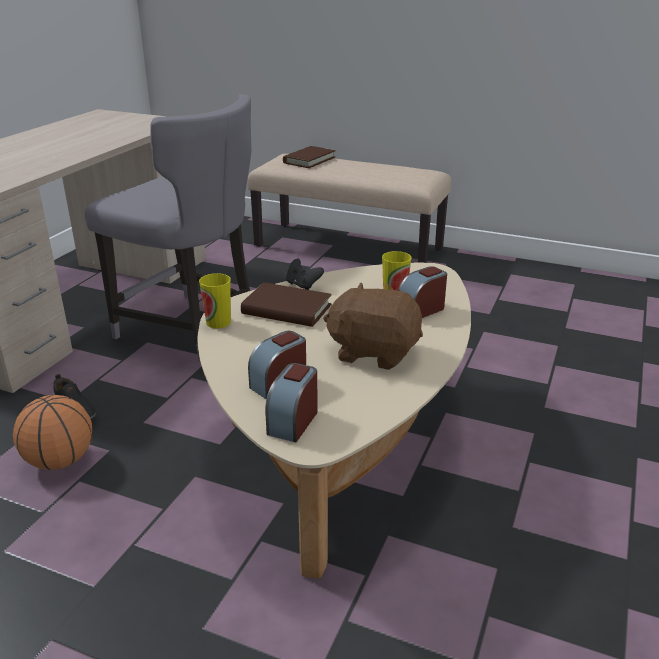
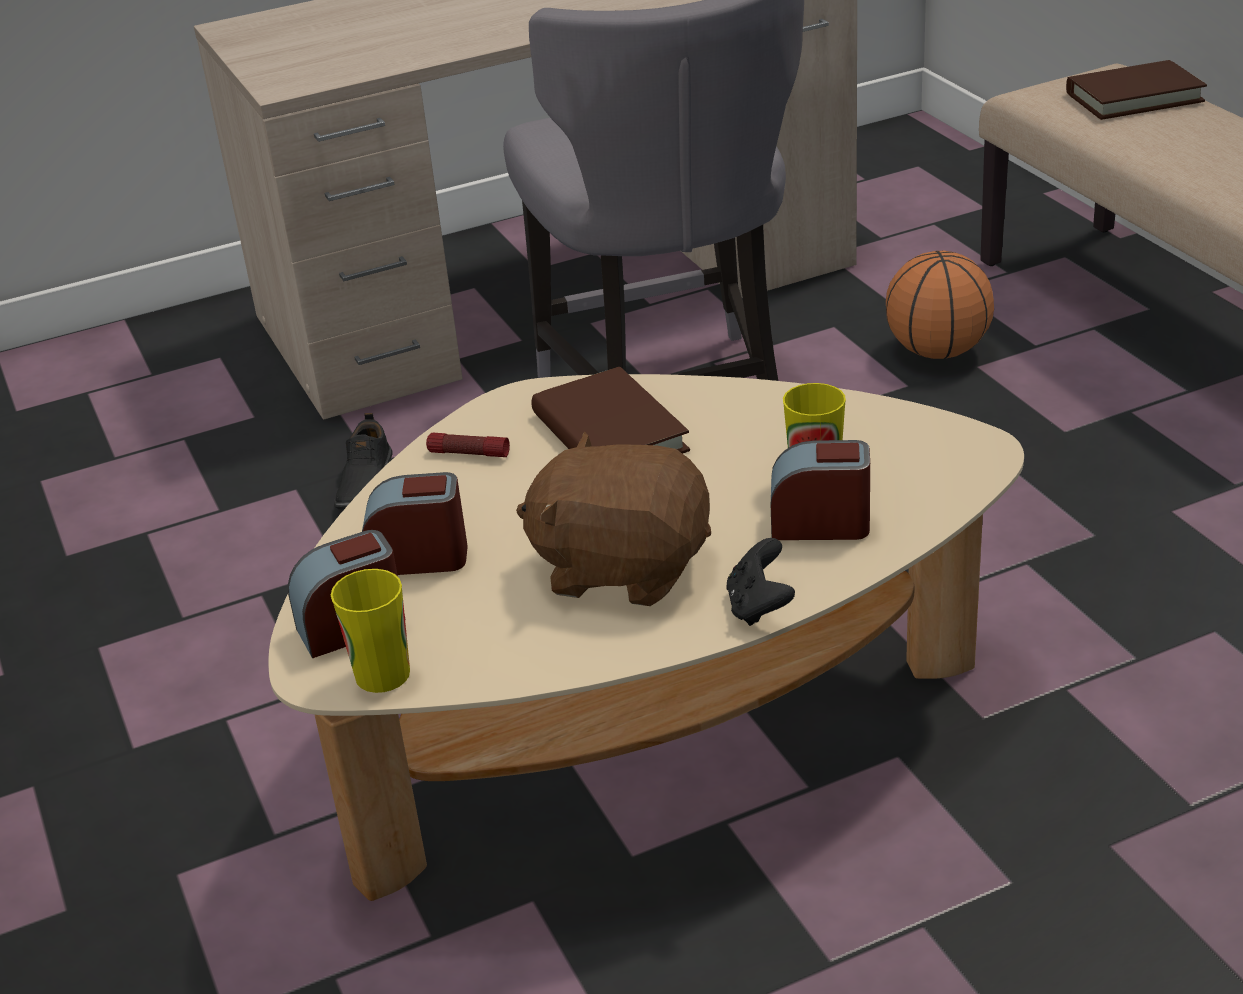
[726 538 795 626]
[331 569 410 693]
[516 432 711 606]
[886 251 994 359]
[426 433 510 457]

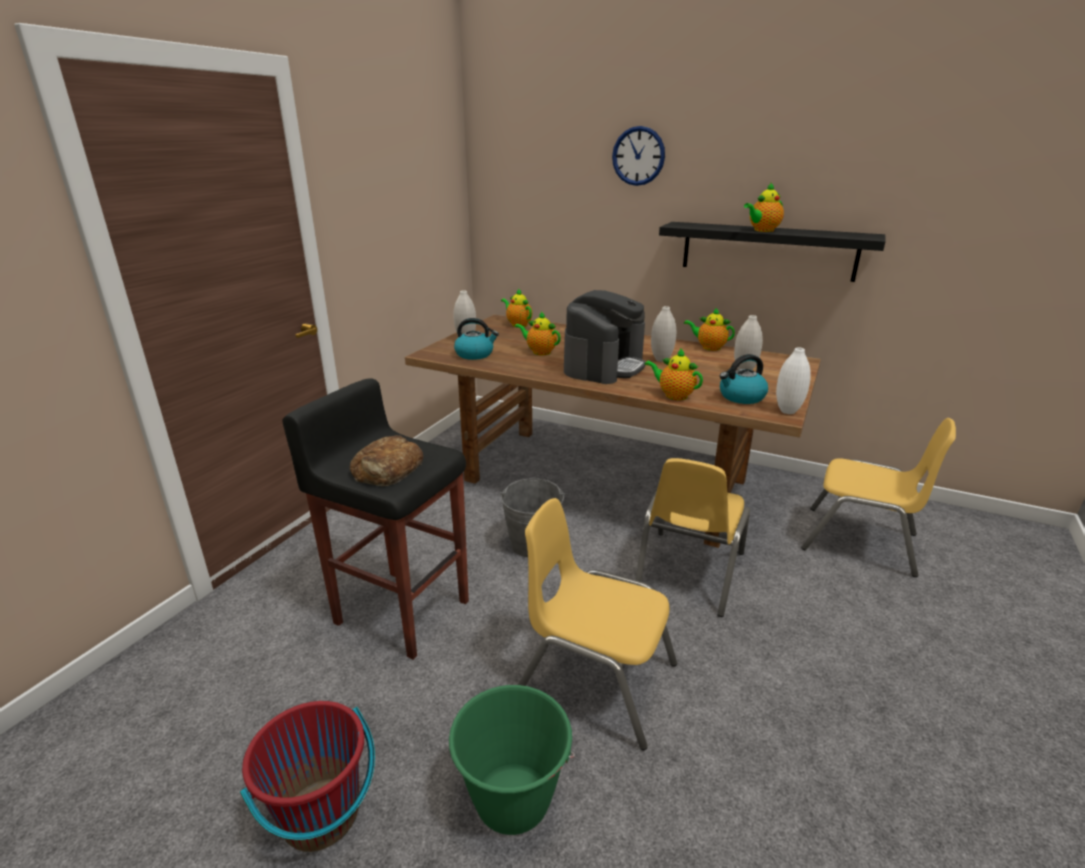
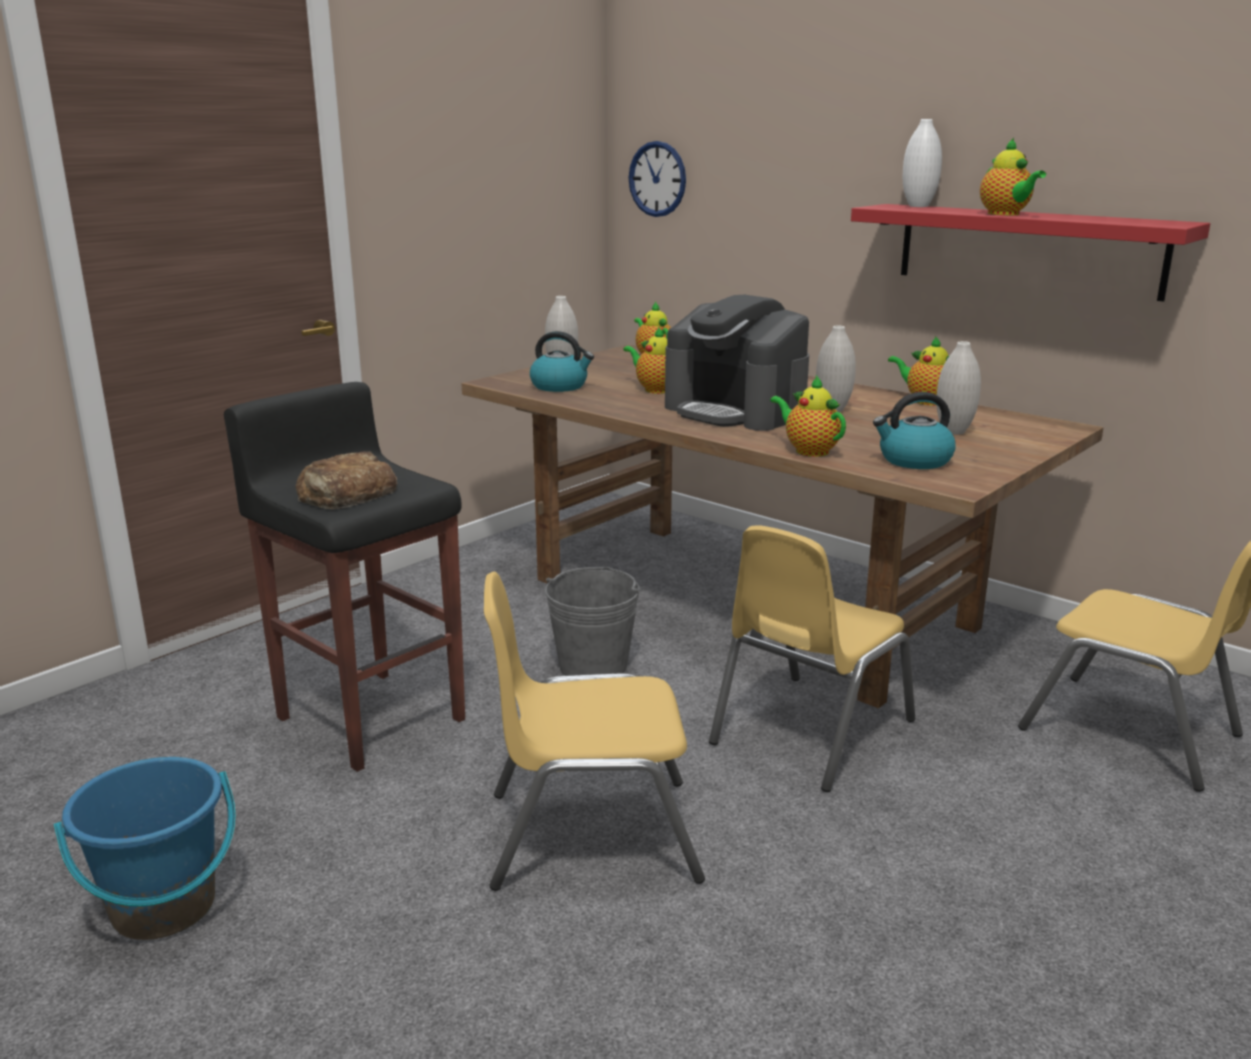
[629 141 686 217]
[980 138 1046 215]
[851 204 1210 302]
[665 295 809 431]
[903 119 942 207]
[484 572 705 891]
[449 685 575 835] (first image)
[54 757 235 940]

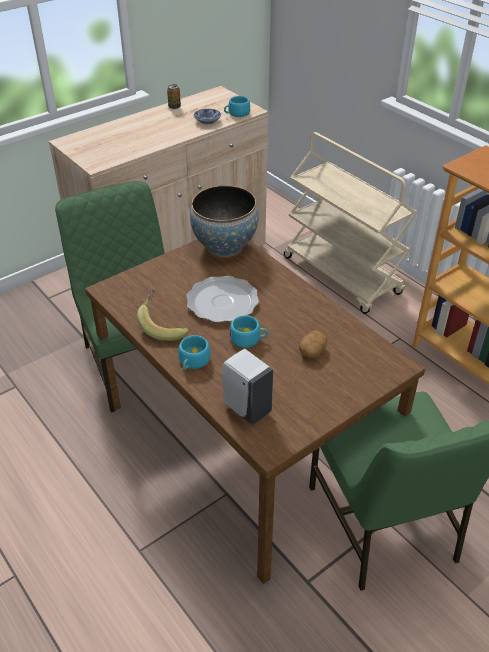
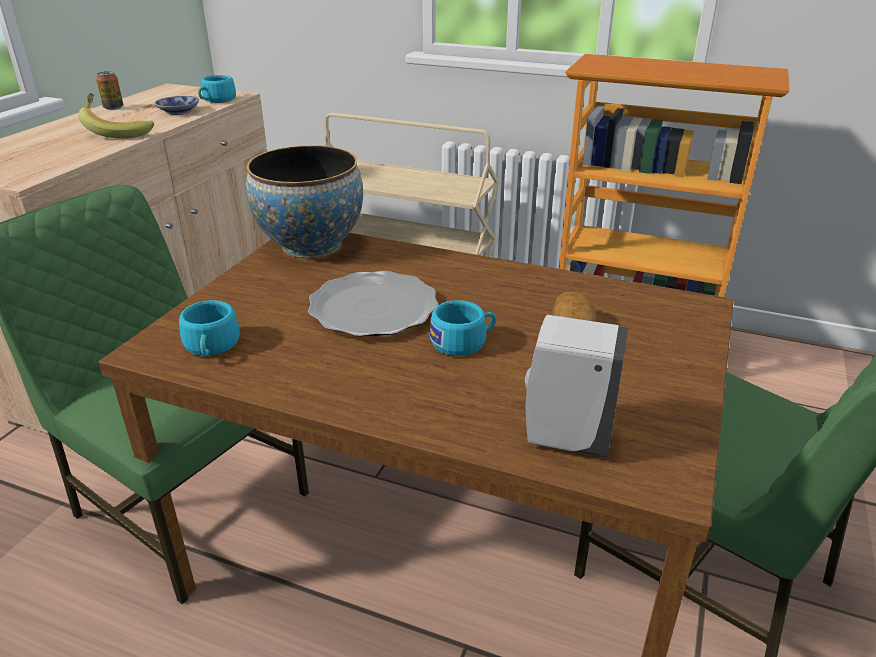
[78 93 154 138]
[179 300 240 357]

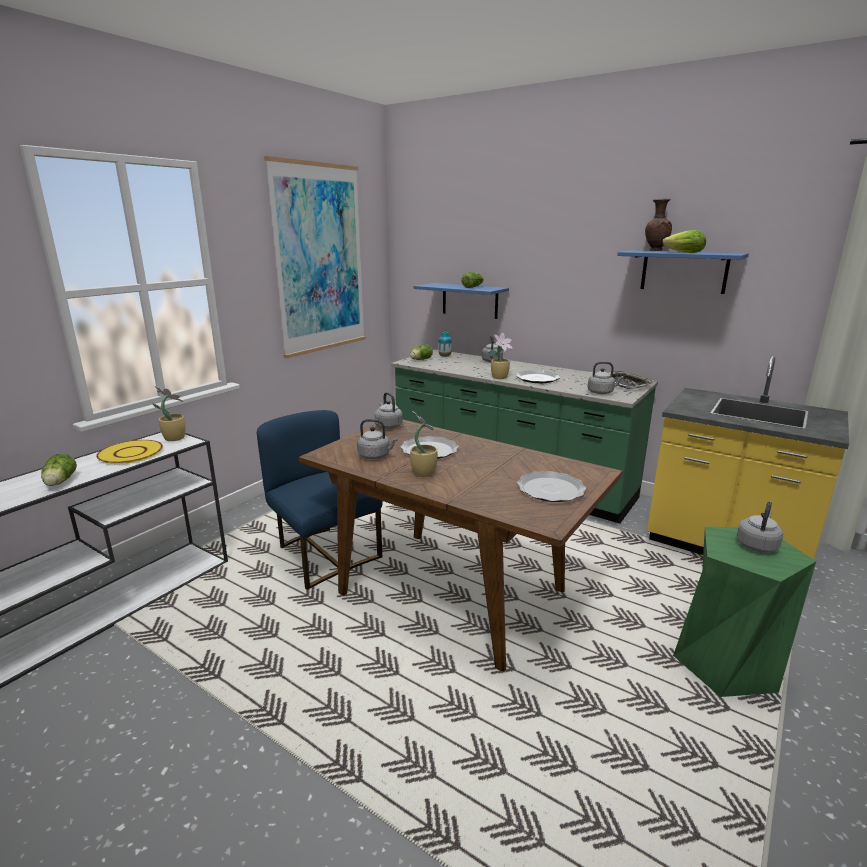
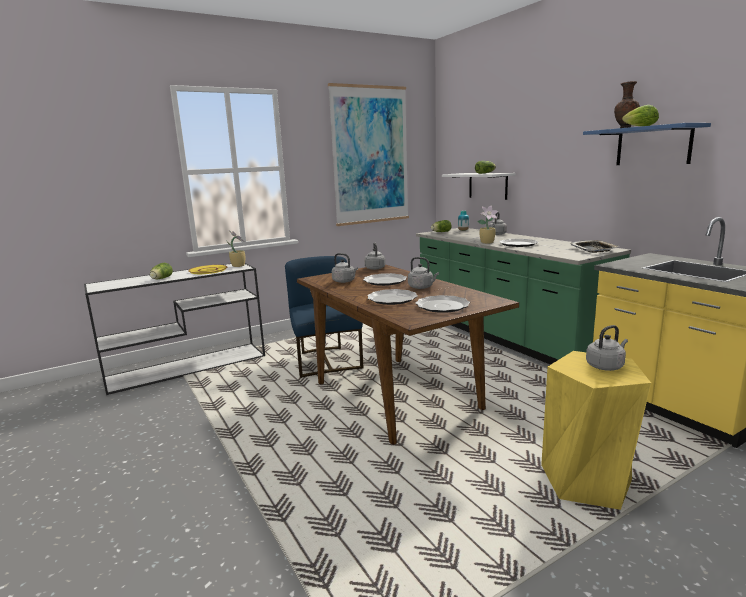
[442 173 516 200]
[408 257 439 289]
[408 411 440 477] (first image)
[541 351 651 510]
[367 289 417 305]

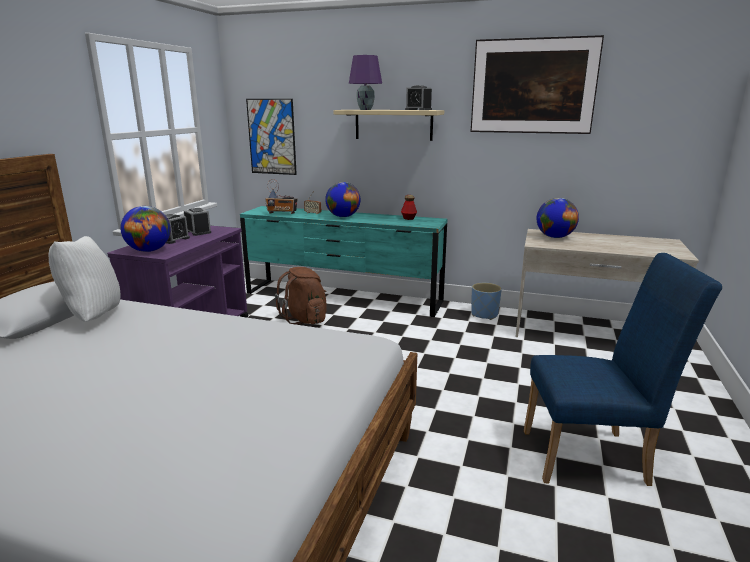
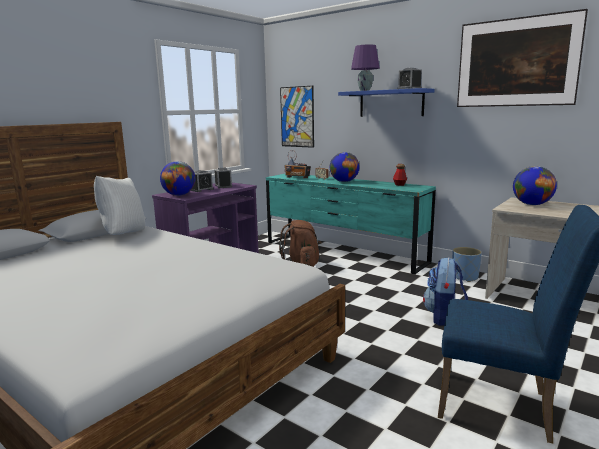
[338 88 435 117]
[423 257 468 326]

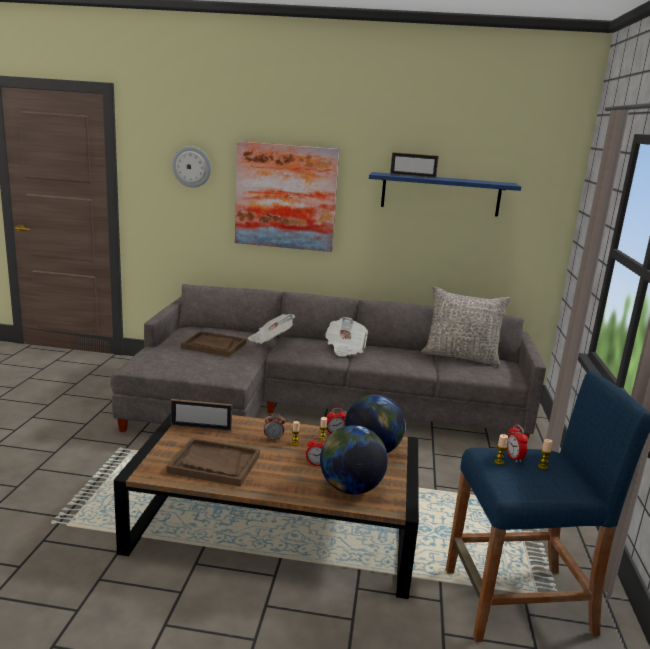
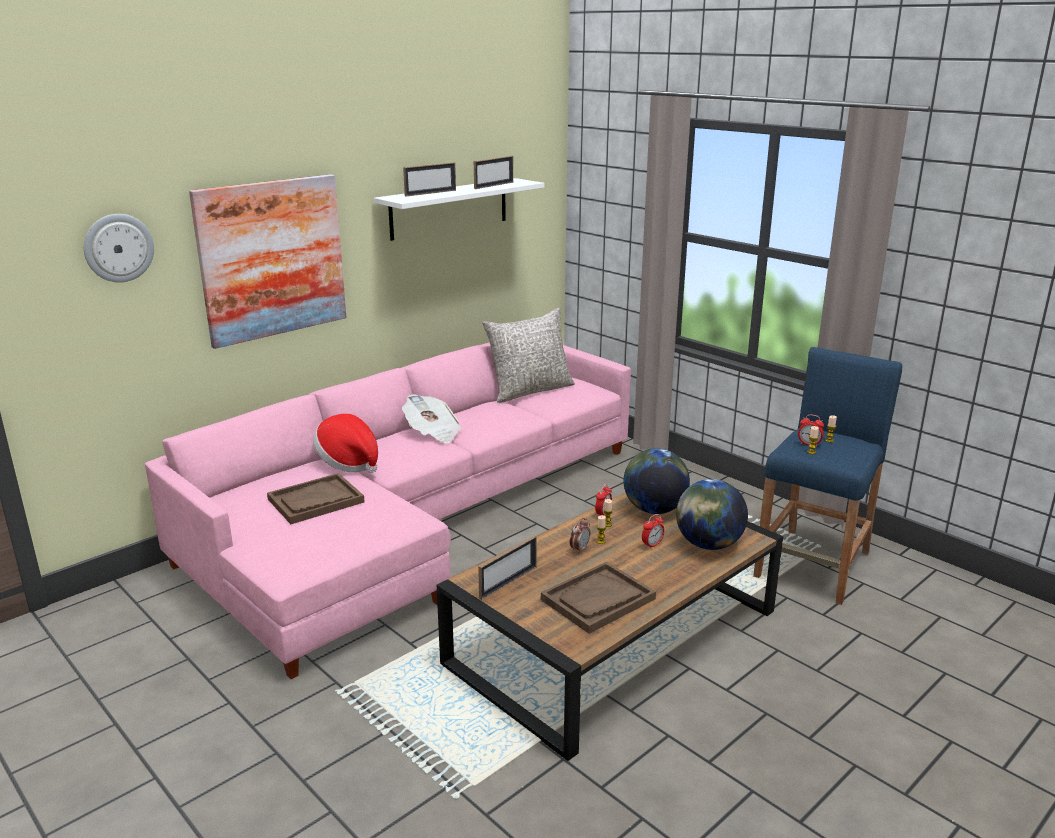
[374 178 544 241]
[145 342 631 679]
[313 414 378 473]
[474 156 513 189]

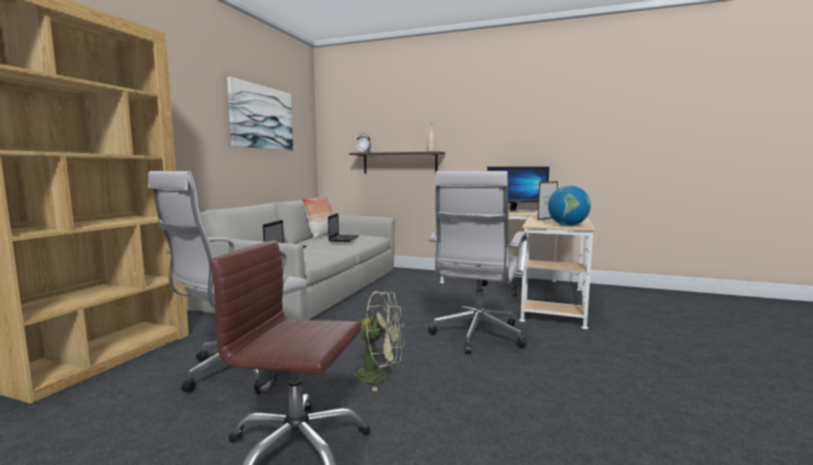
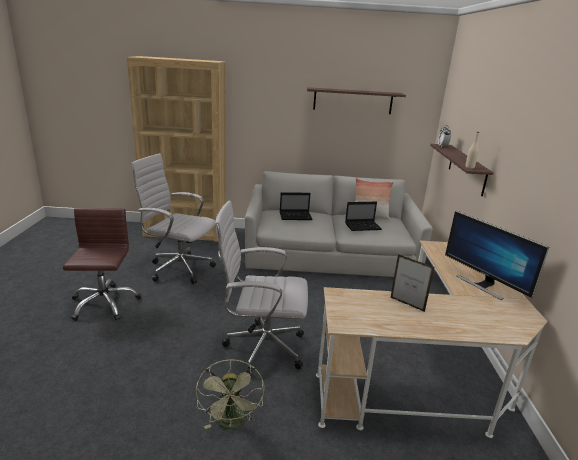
[307 87 406 114]
[548 186 591 226] (first image)
[196 359 264 429]

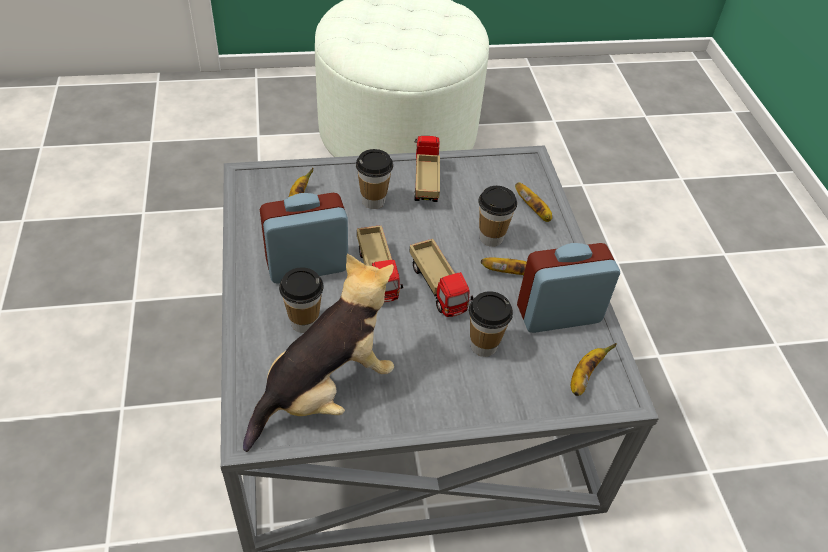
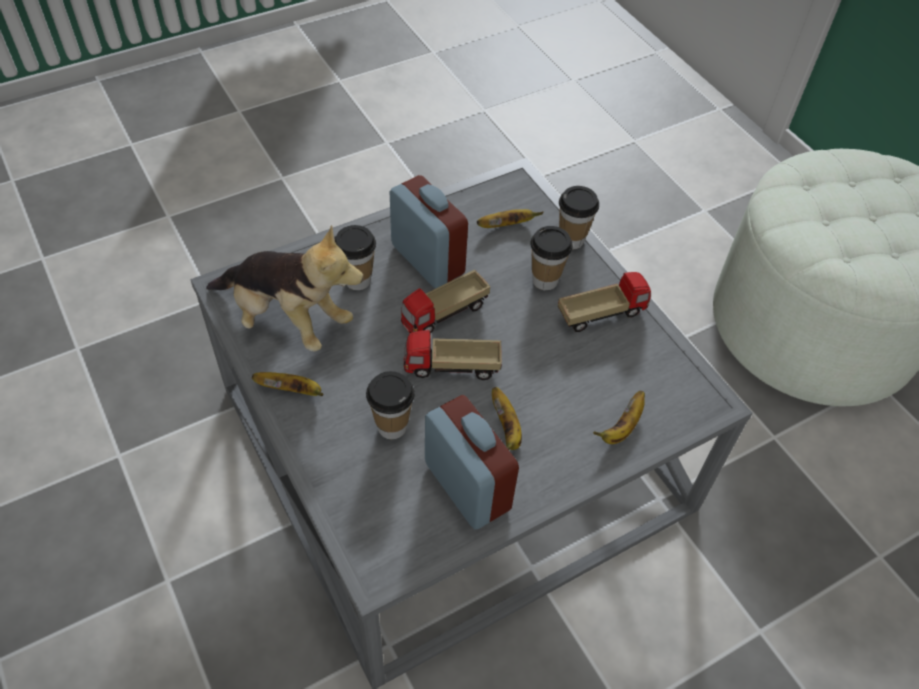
[559 186 599 249]
[404 330 502 380]
[252 372 324 396]

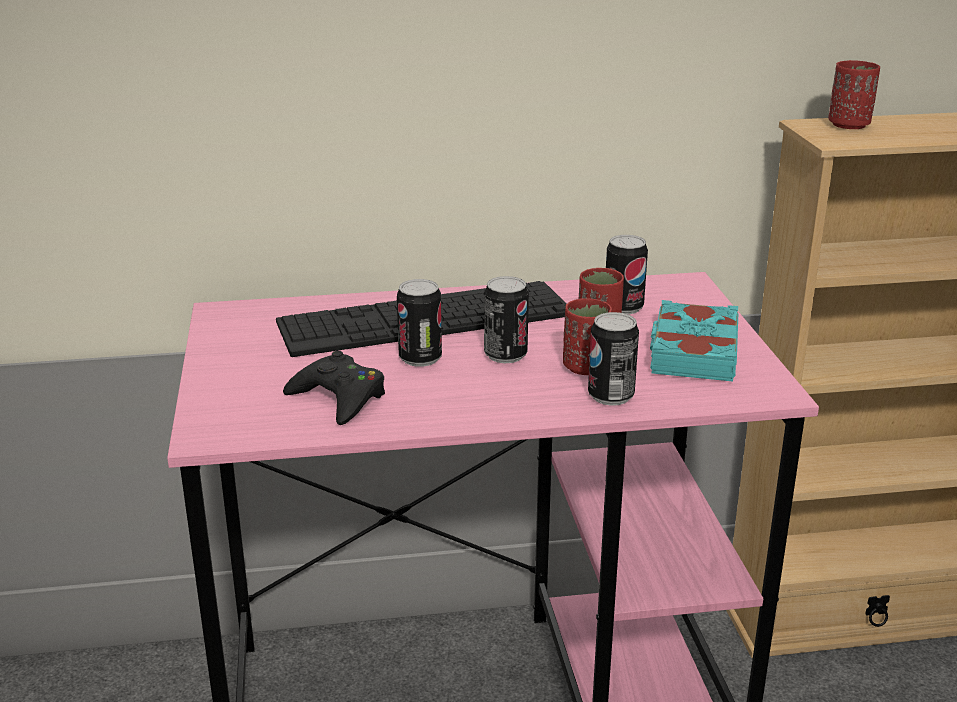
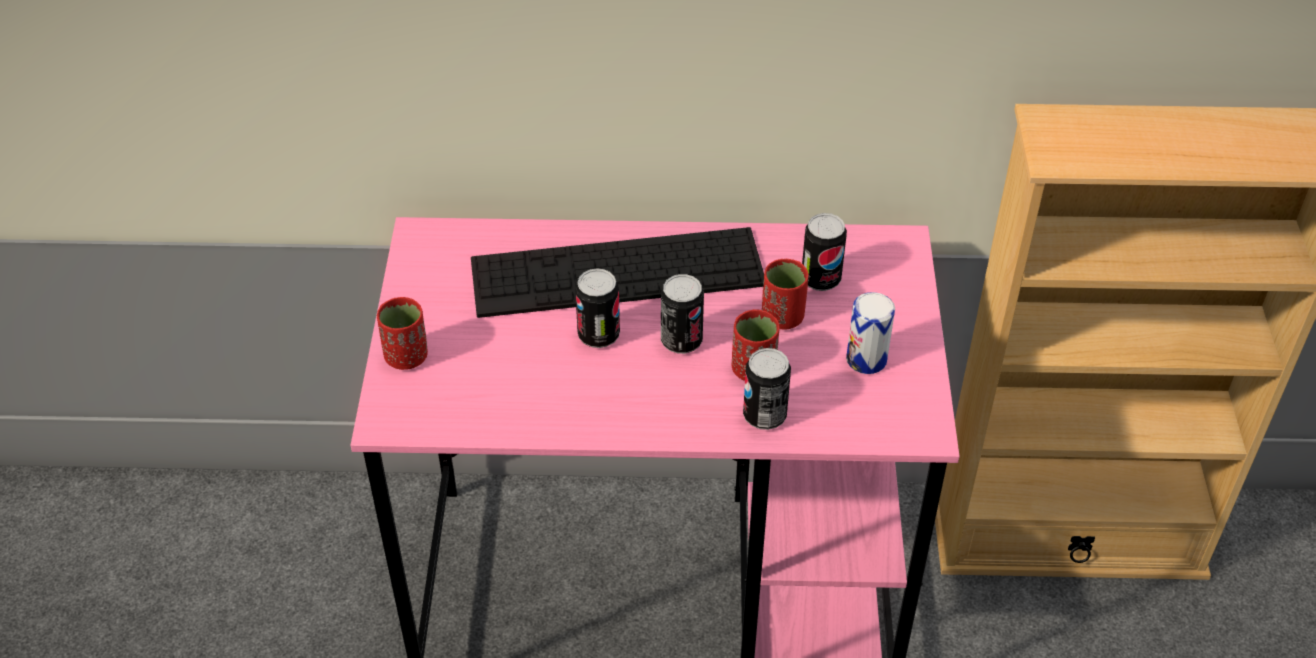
[377 296 428 370]
[846 292 895 374]
[283 351 385 425] (first image)

